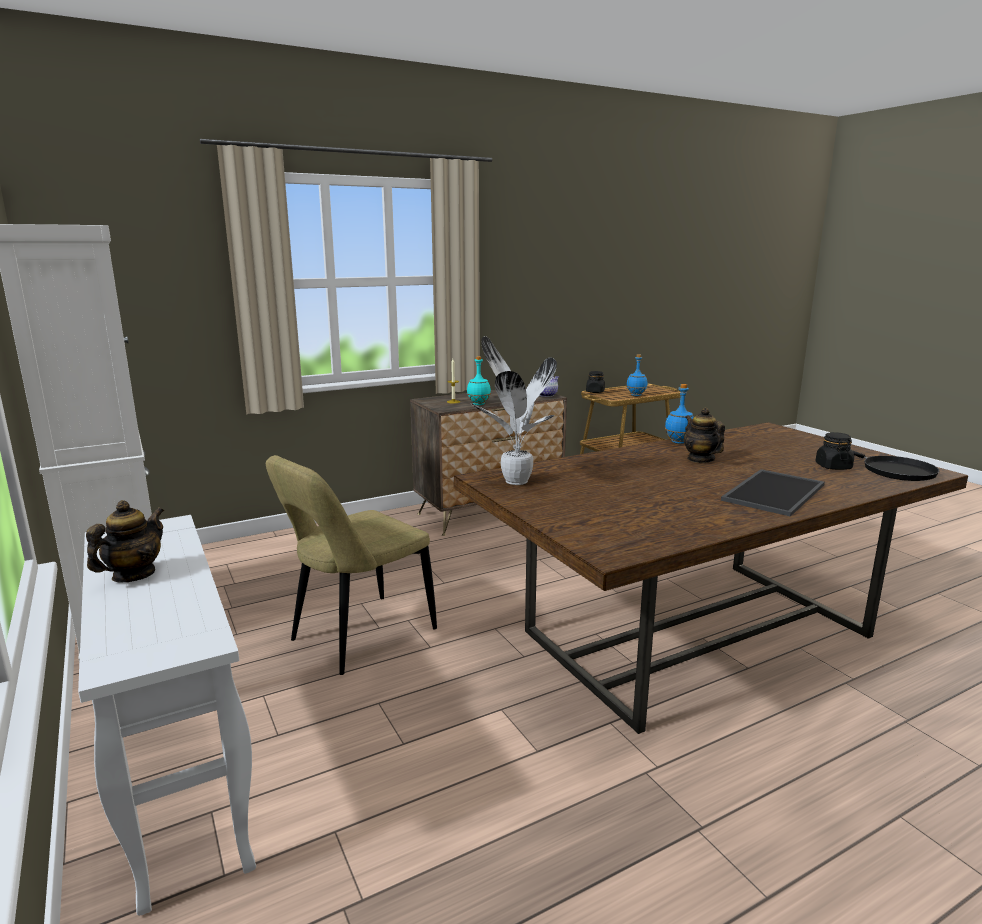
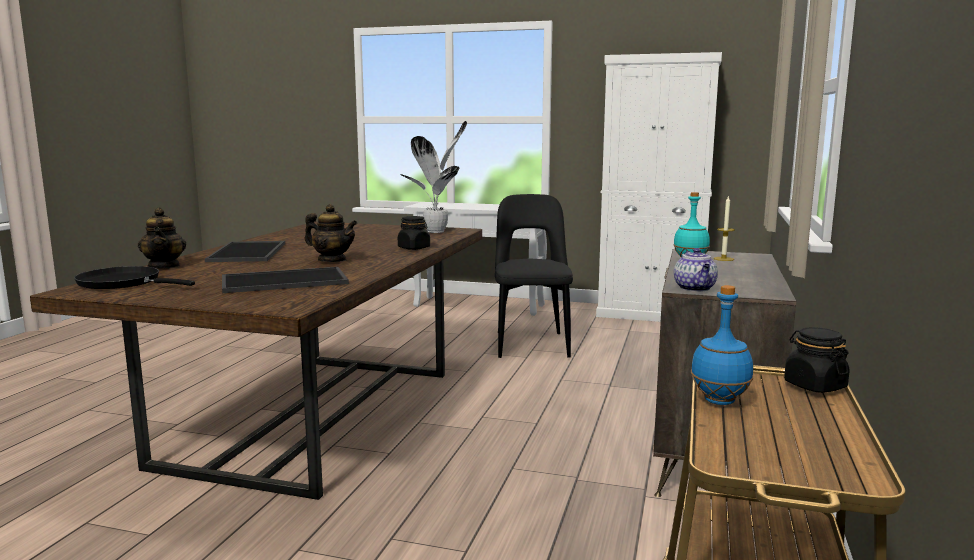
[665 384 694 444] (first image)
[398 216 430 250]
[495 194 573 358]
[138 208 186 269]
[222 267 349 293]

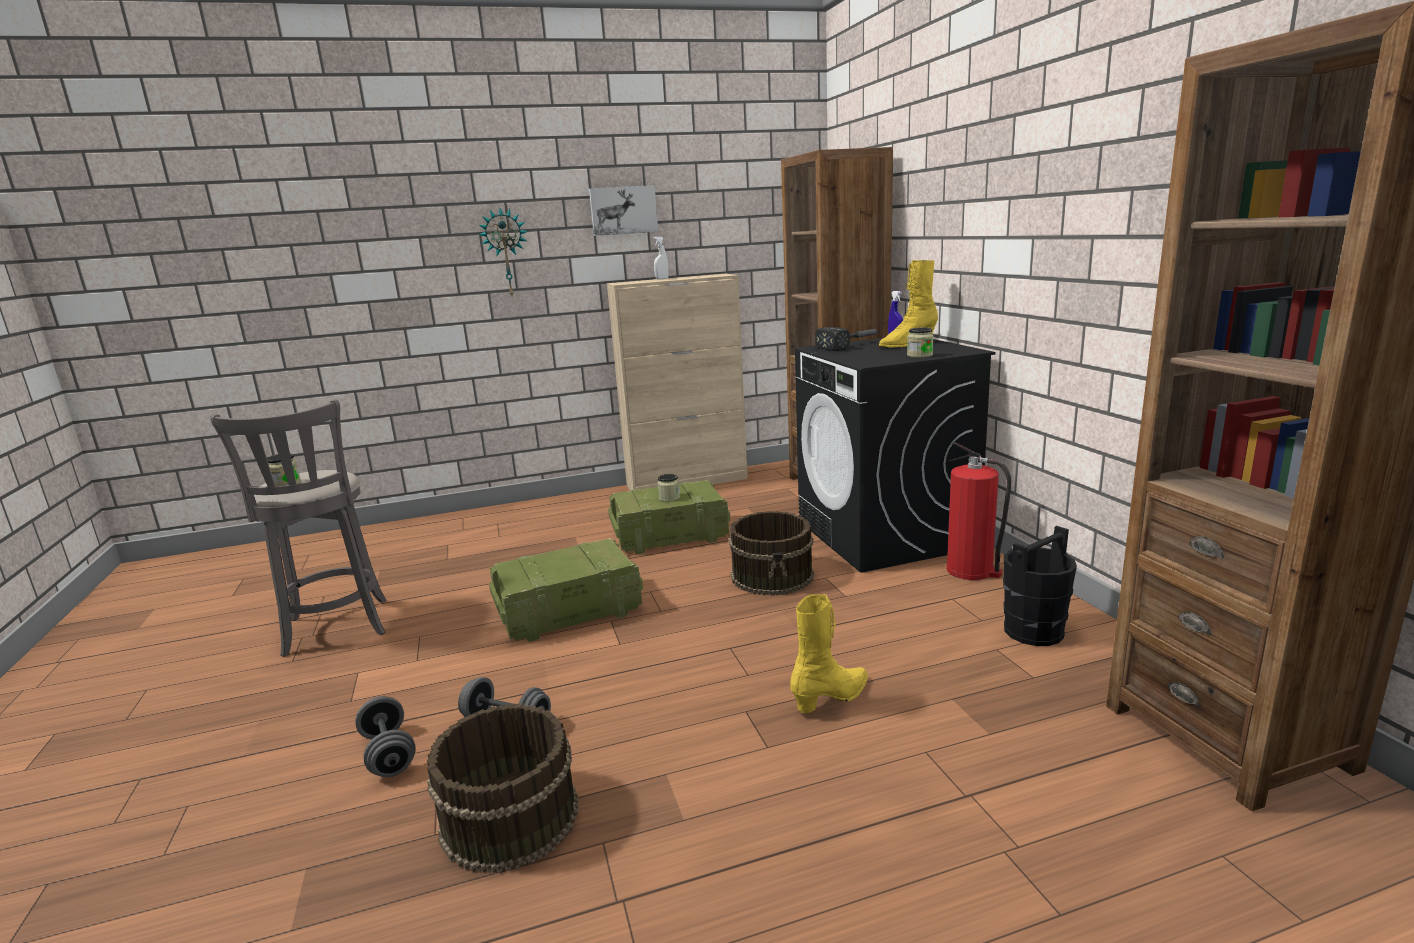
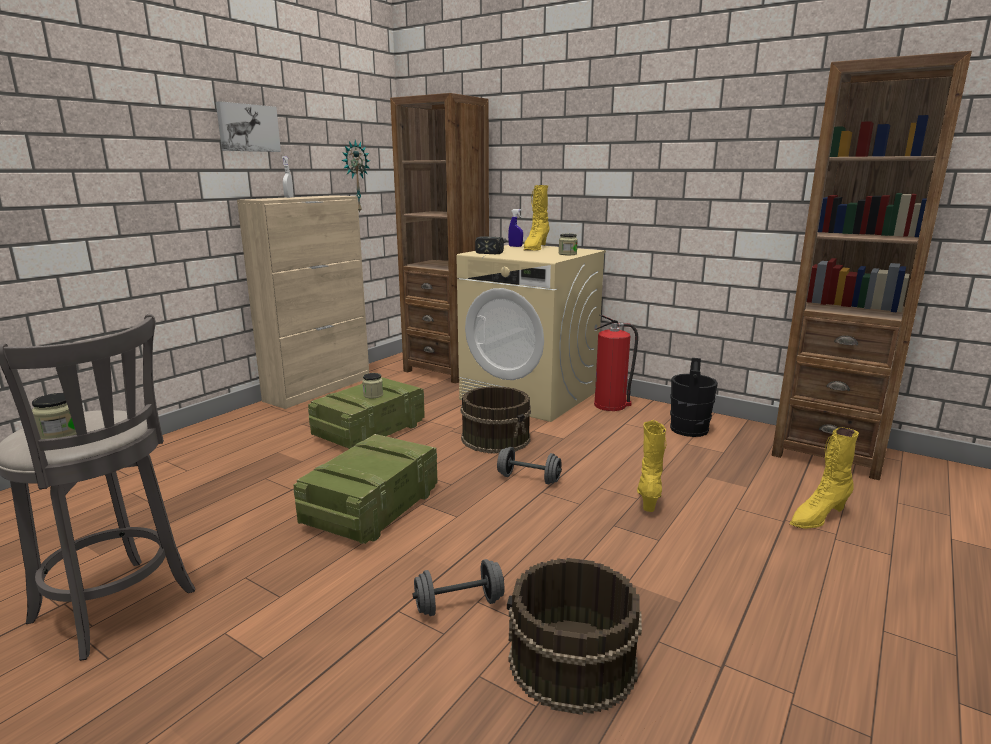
[342 140 370 212]
[456 244 606 422]
[497 447 562 485]
[790 428 859 529]

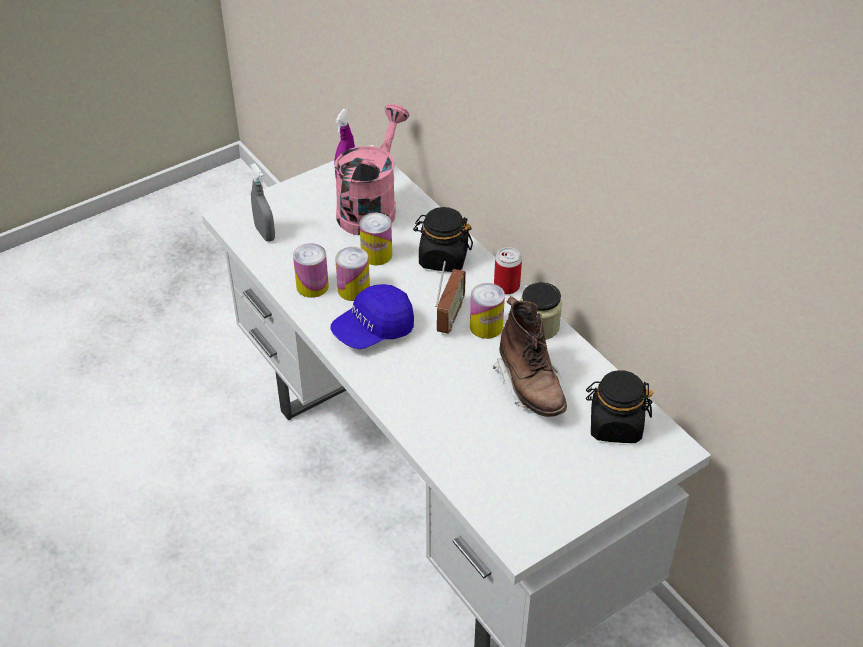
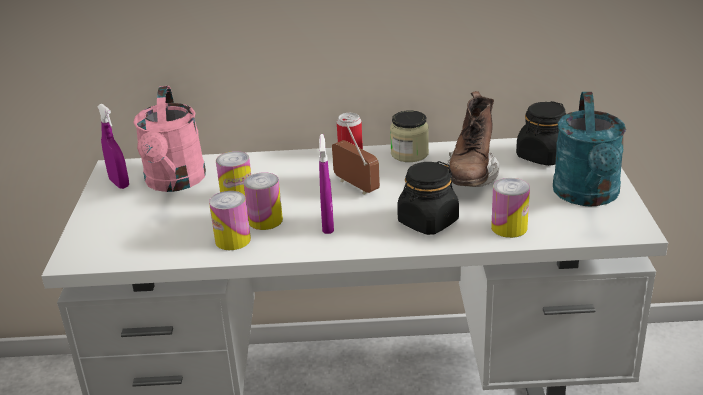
[133 86 206 192]
[250 163 275 242] (first image)
[397 161 459 235]
[491 178 530 238]
[319 134 334 234]
[447 91 499 187]
[553 92 626 206]

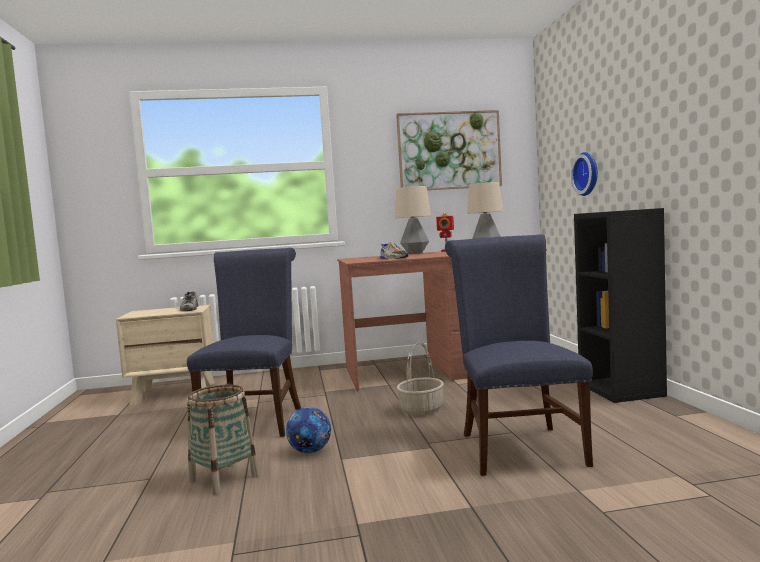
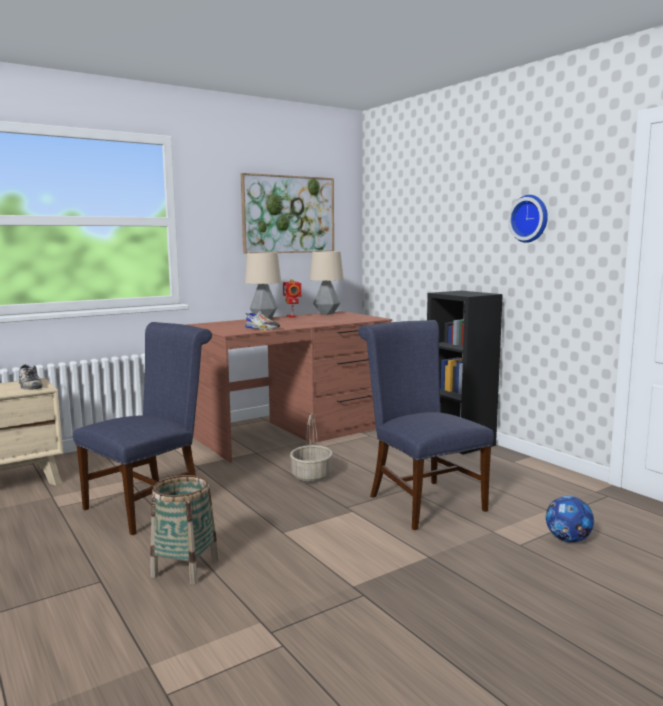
[508 195 548 243]
[73 322 212 535]
[546 496 594 543]

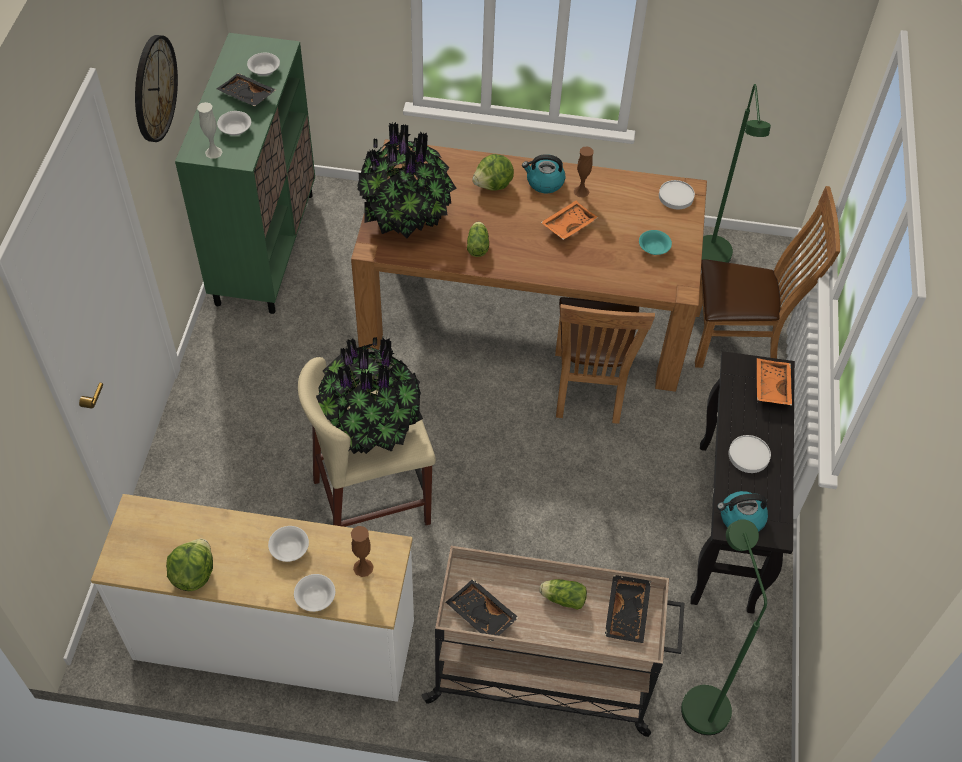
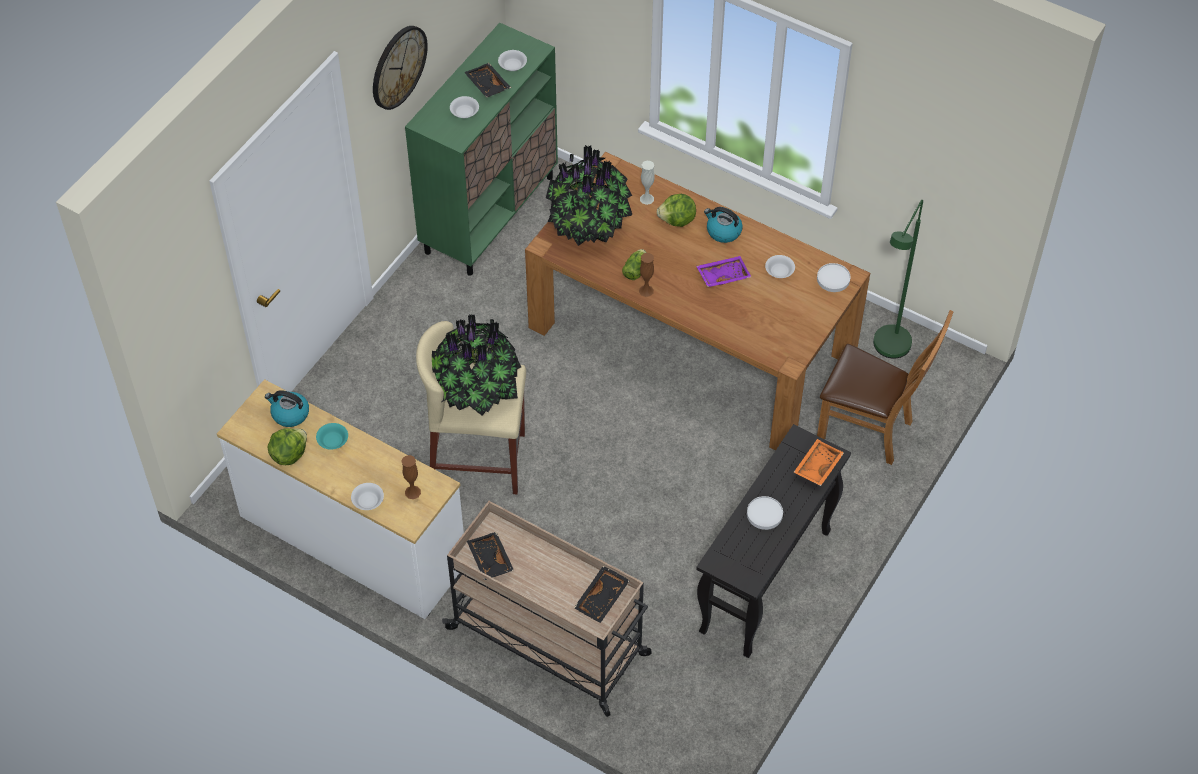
[640 161 654 205]
[639 253 654 297]
[696 256 751 287]
[316 423 348 450]
[555 297 655 424] (first image)
[265 390 309 427]
[681 519 767 735] (first image)
[765 255 795 278]
[540 579 587 610] (first image)

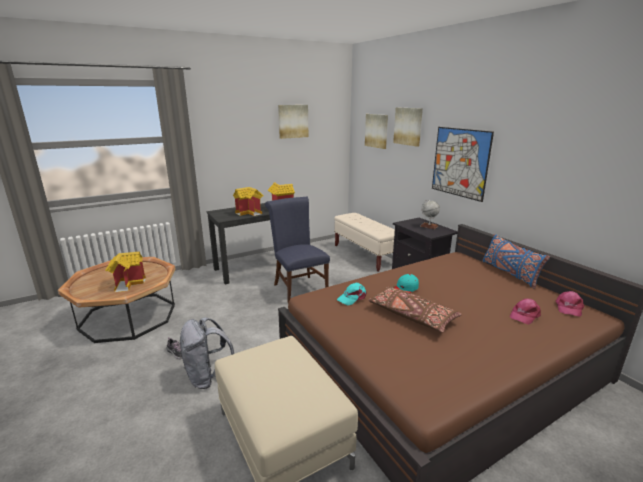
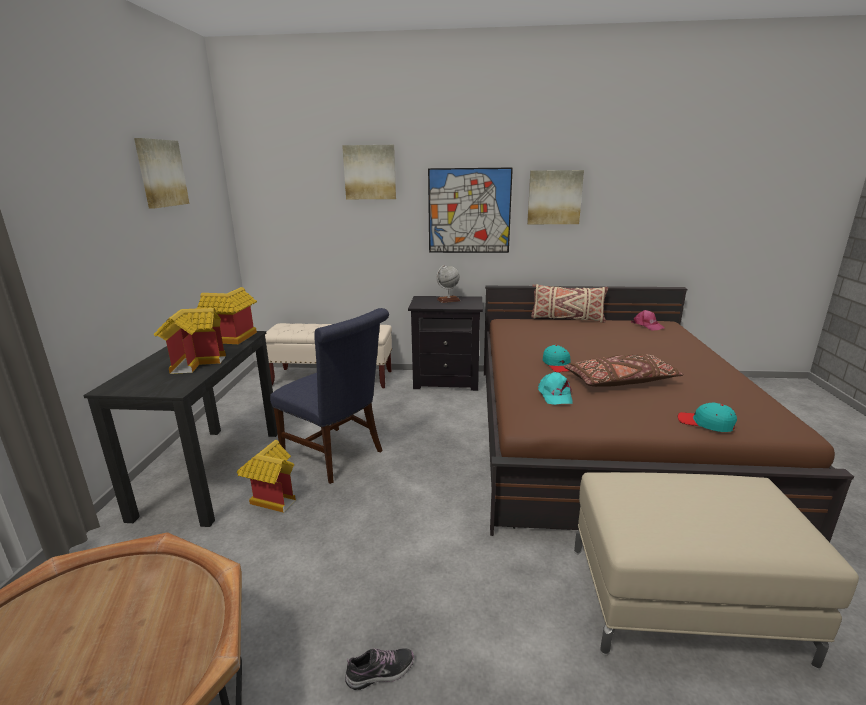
[527 170 584 224]
[270 308 389 484]
[531 284 608 323]
[237 440 296 513]
[510 299 541 325] (first image)
[180 317 234 389] (first image)
[678 403 737 432]

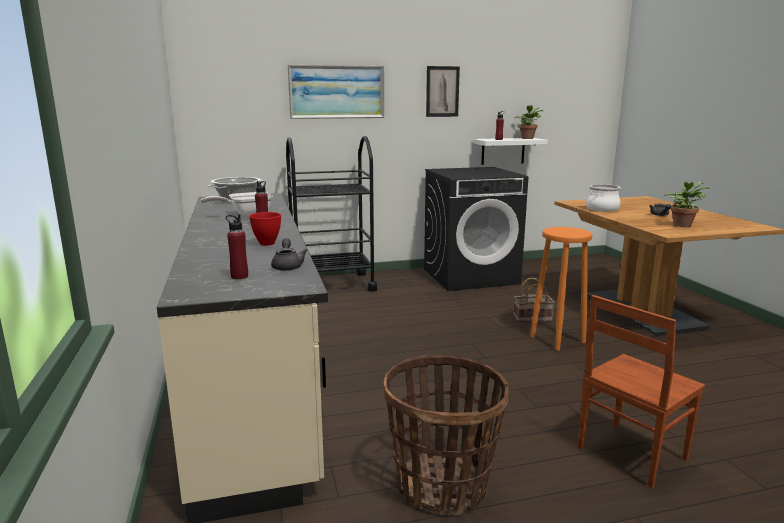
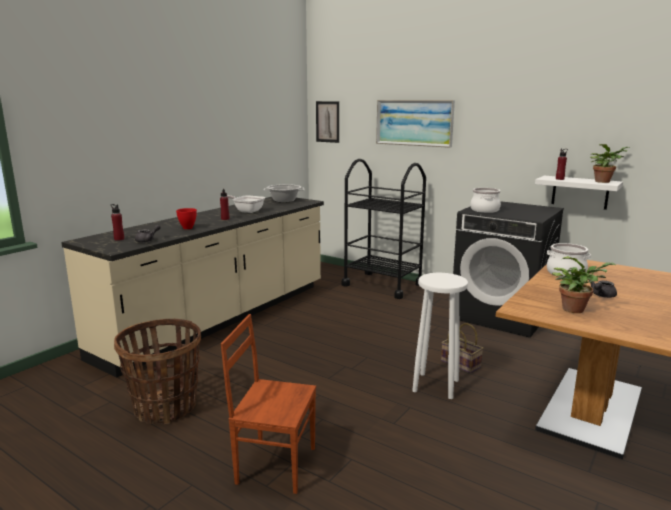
[316 101 339 143]
[412 273 468 399]
[470 188 501 213]

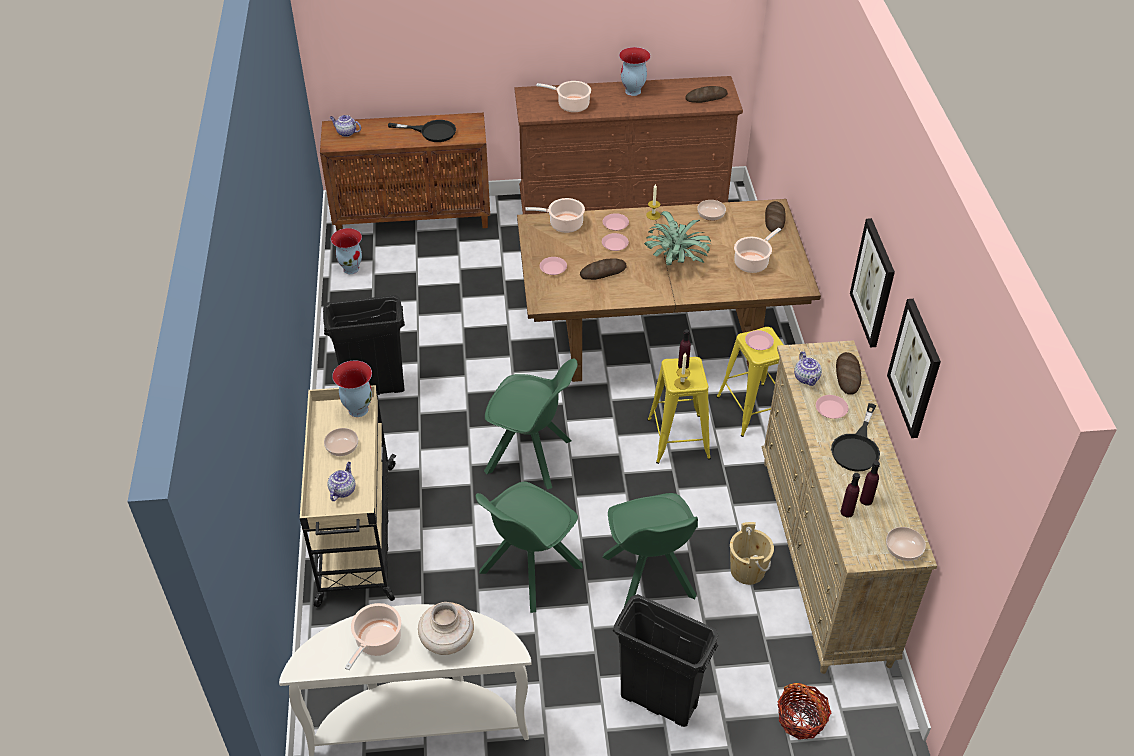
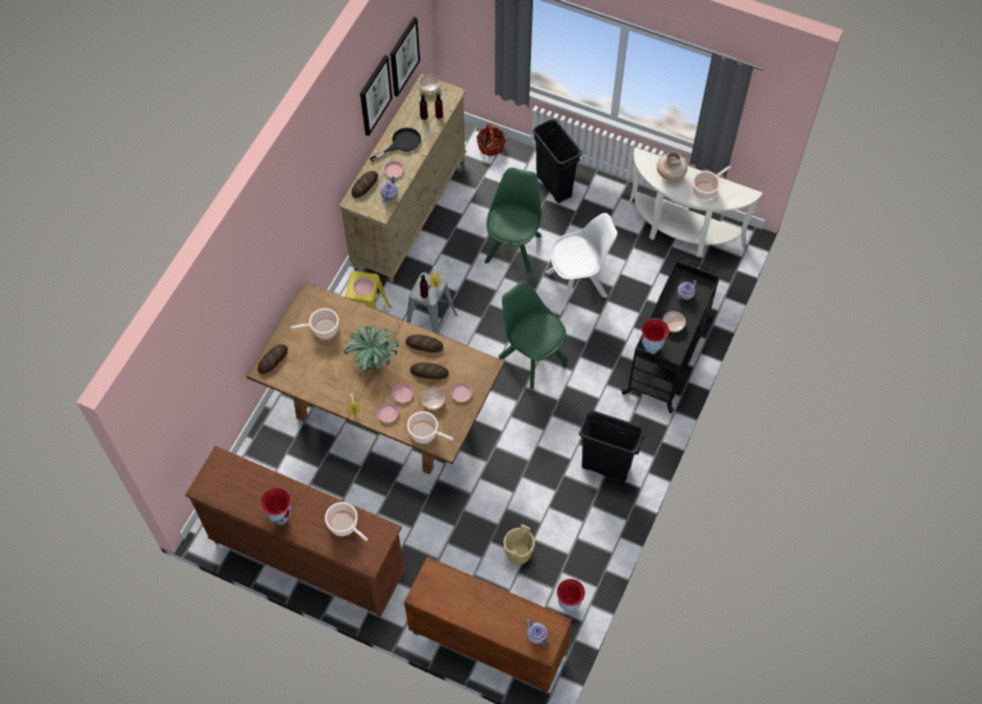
[406 335 443 353]
[388 120 456 142] (first image)
[421 388 445 410]
[390 17 420 97]
[406 272 457 335]
[621 260 720 413]
[546 213 618 310]
[503 524 535 565]

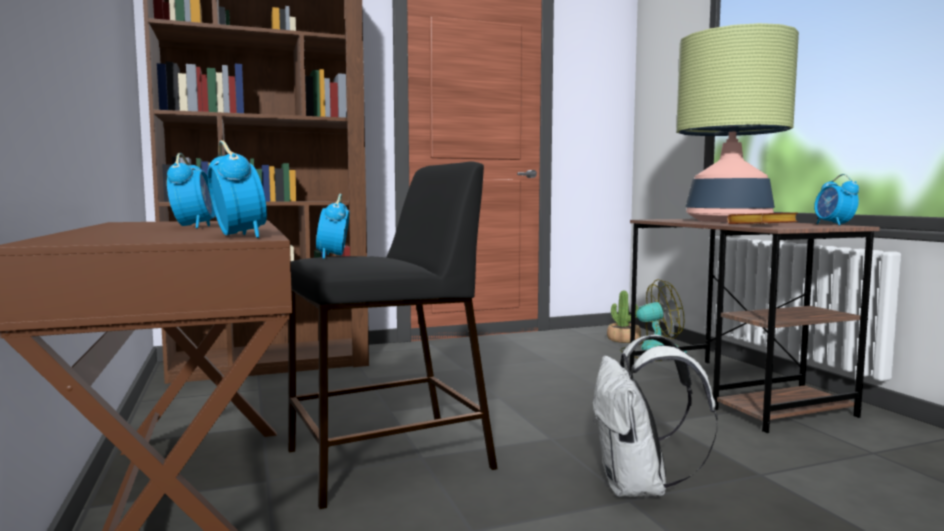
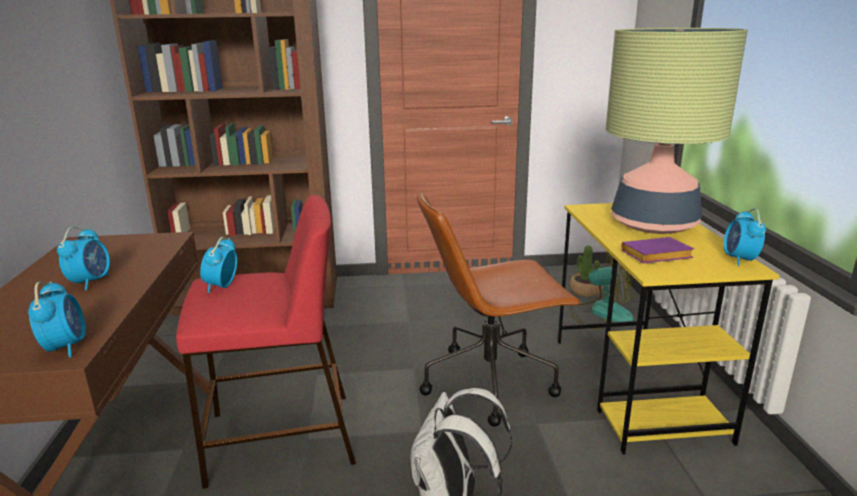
[176 195 356 489]
[621 237 694 263]
[558 203 780 454]
[417 191 581 427]

